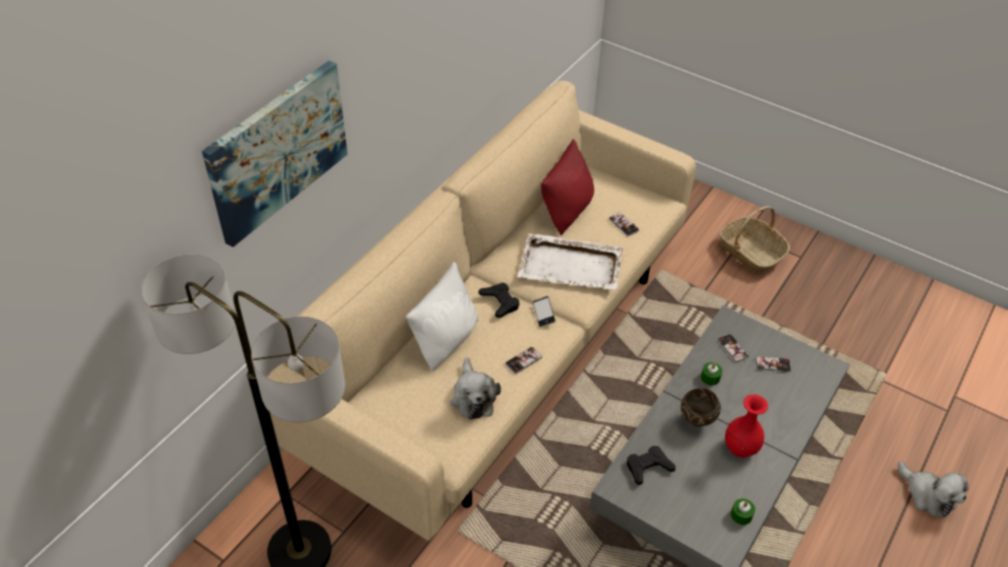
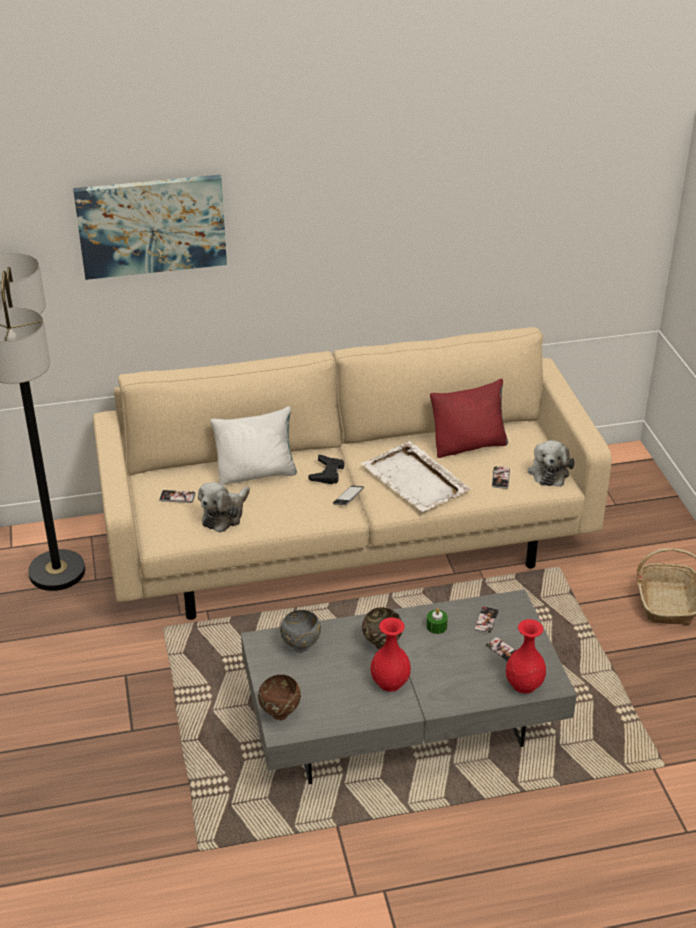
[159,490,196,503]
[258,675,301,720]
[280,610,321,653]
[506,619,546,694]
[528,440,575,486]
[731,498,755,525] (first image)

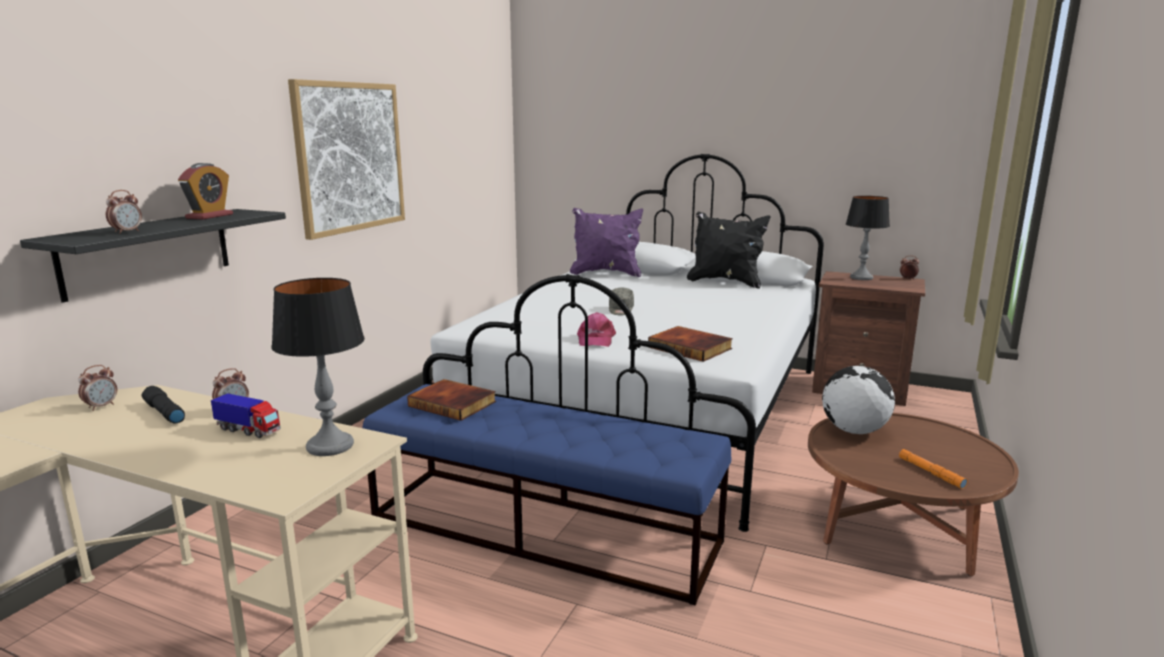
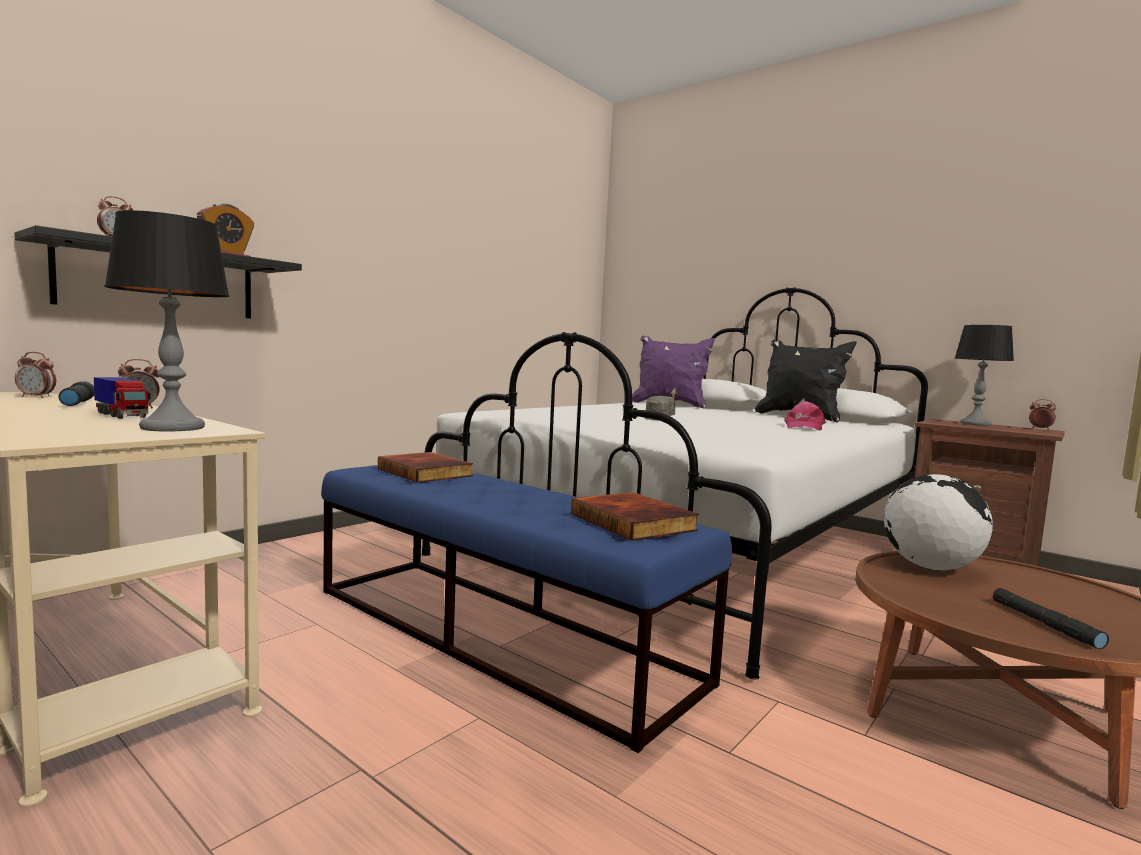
[15,352,56,398]
[571,492,699,541]
[784,401,826,431]
[993,588,1109,649]
[288,79,405,240] (first image)

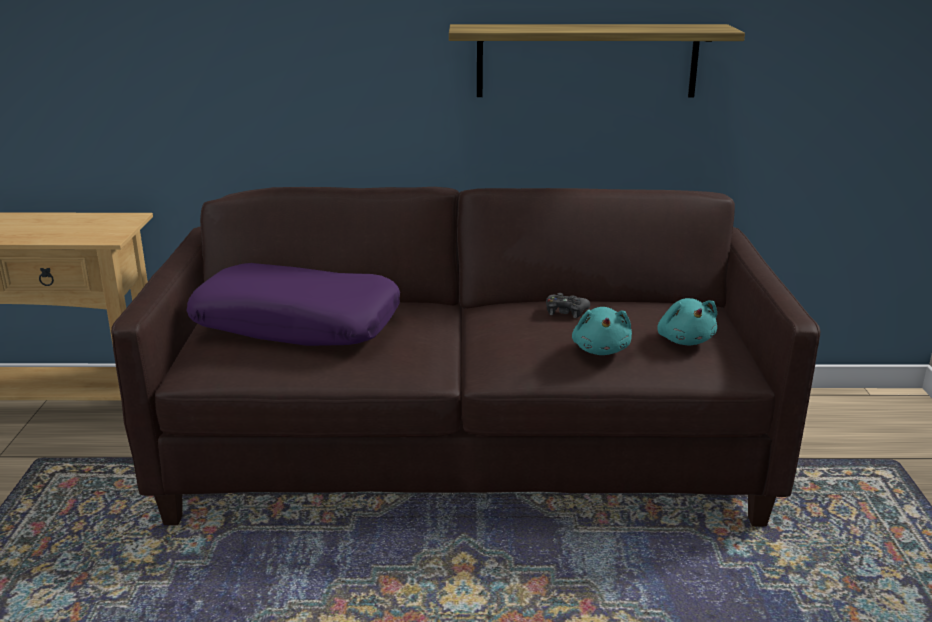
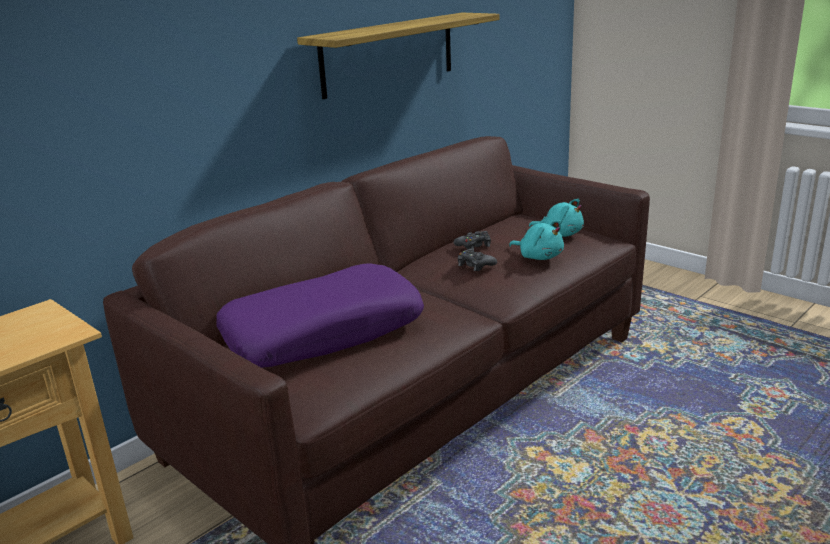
[458,249,497,271]

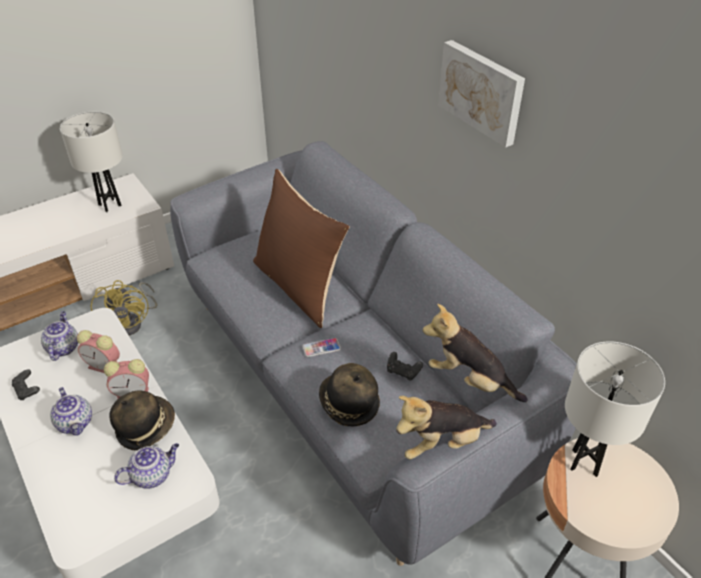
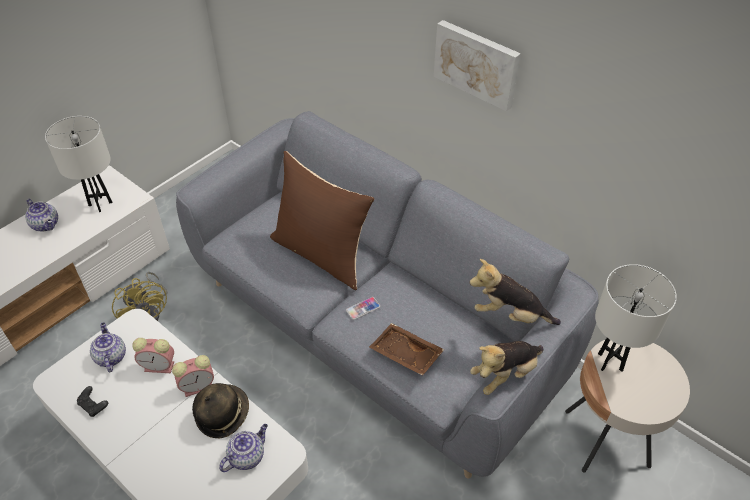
[25,199,58,232]
[369,323,445,376]
[387,352,423,381] (first image)

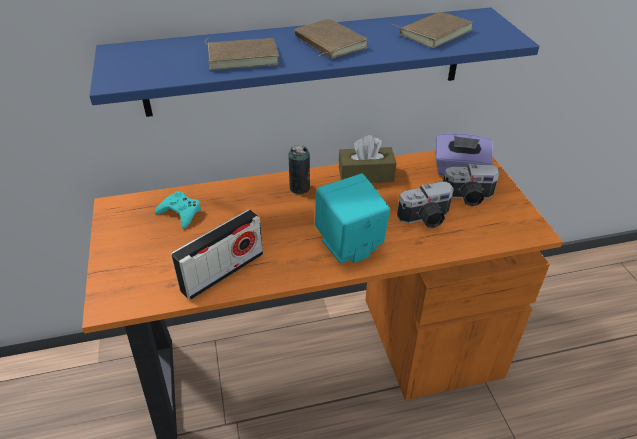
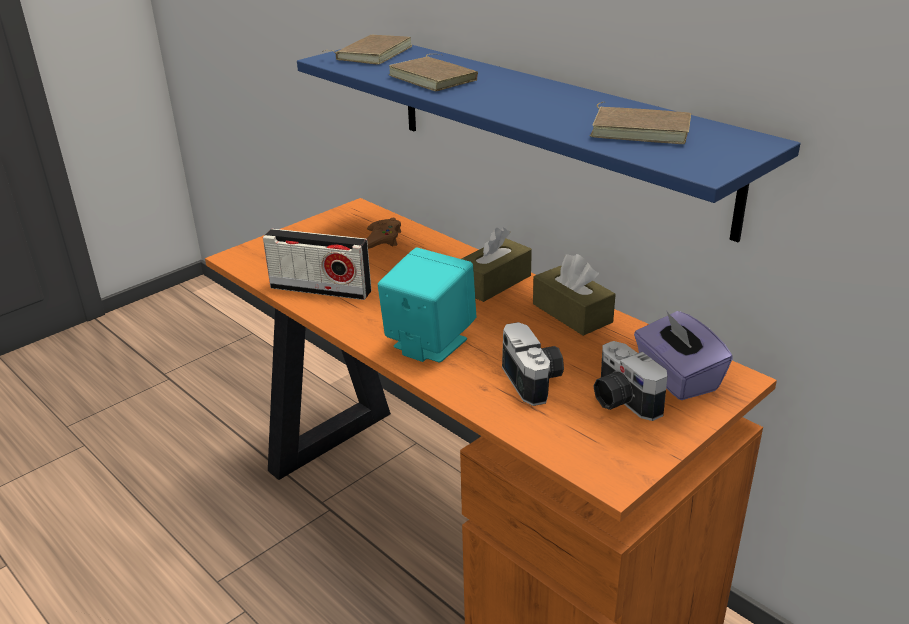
[322,35,412,65]
[367,218,401,249]
[461,228,532,302]
[502,322,564,406]

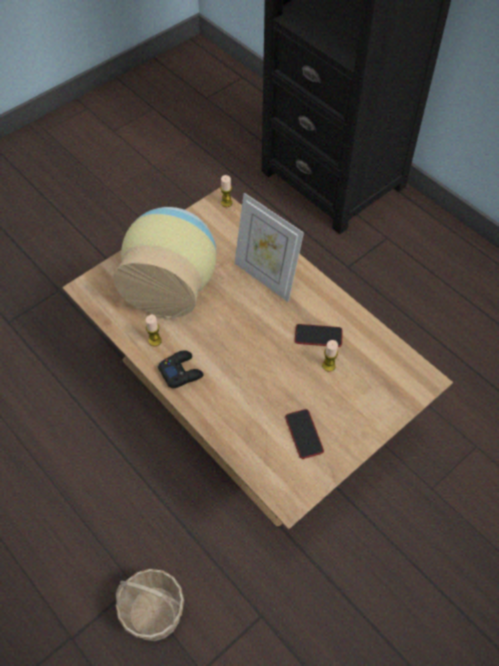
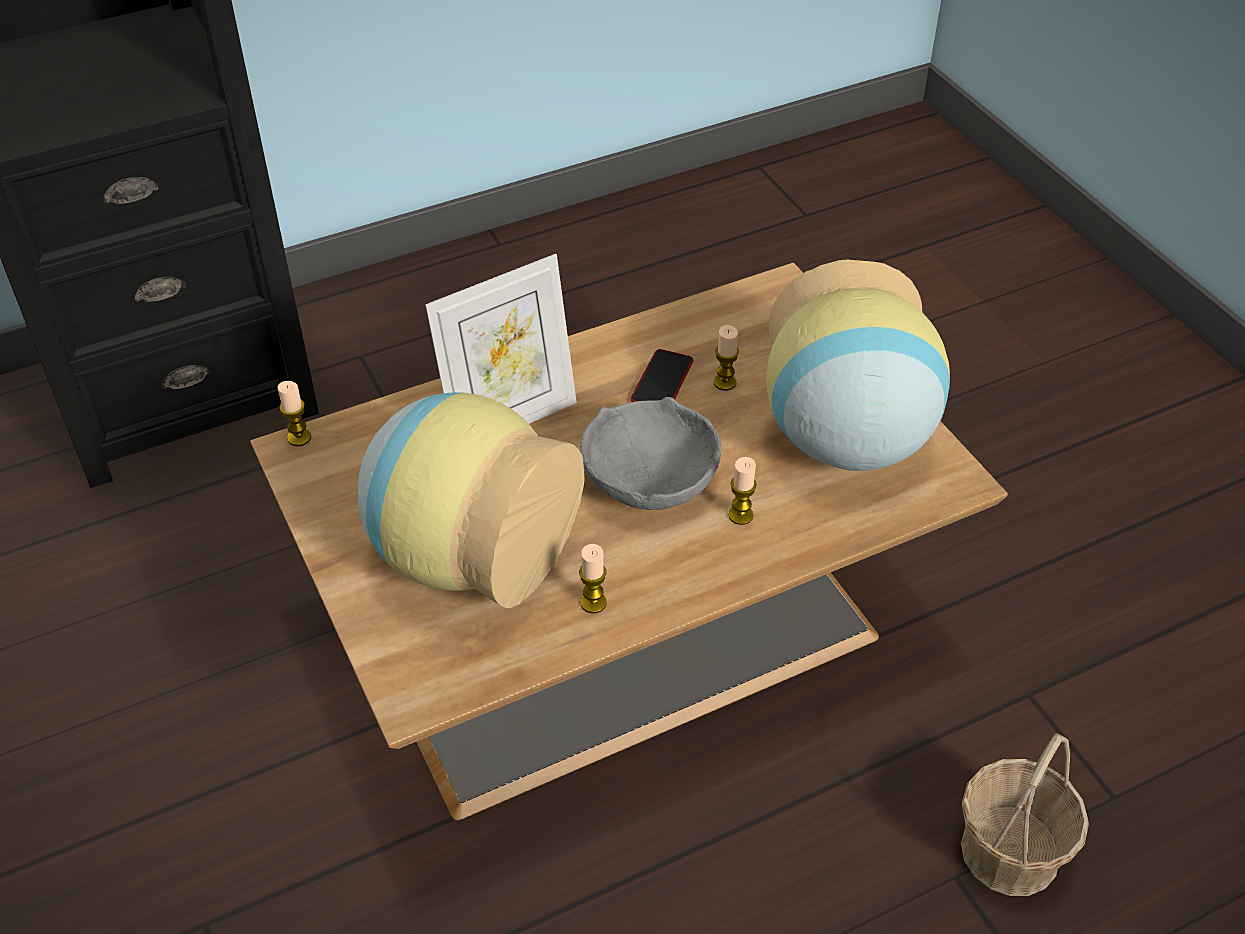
[580,397,721,510]
[728,457,757,525]
[766,260,950,471]
[158,351,203,388] (first image)

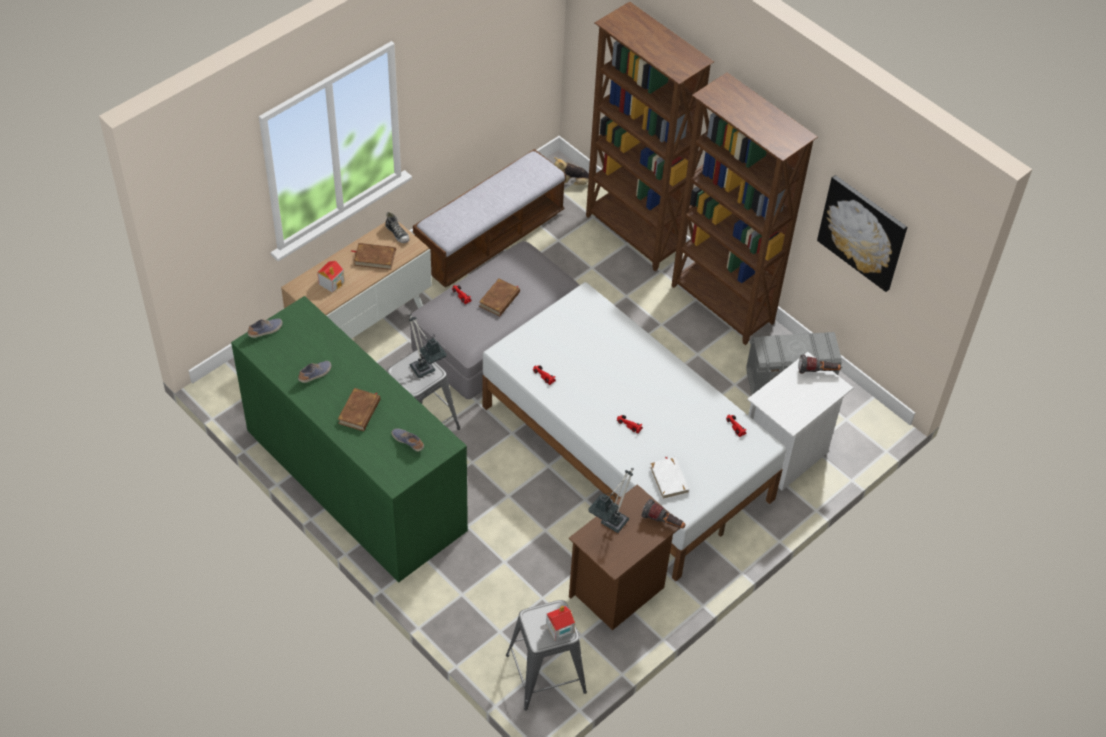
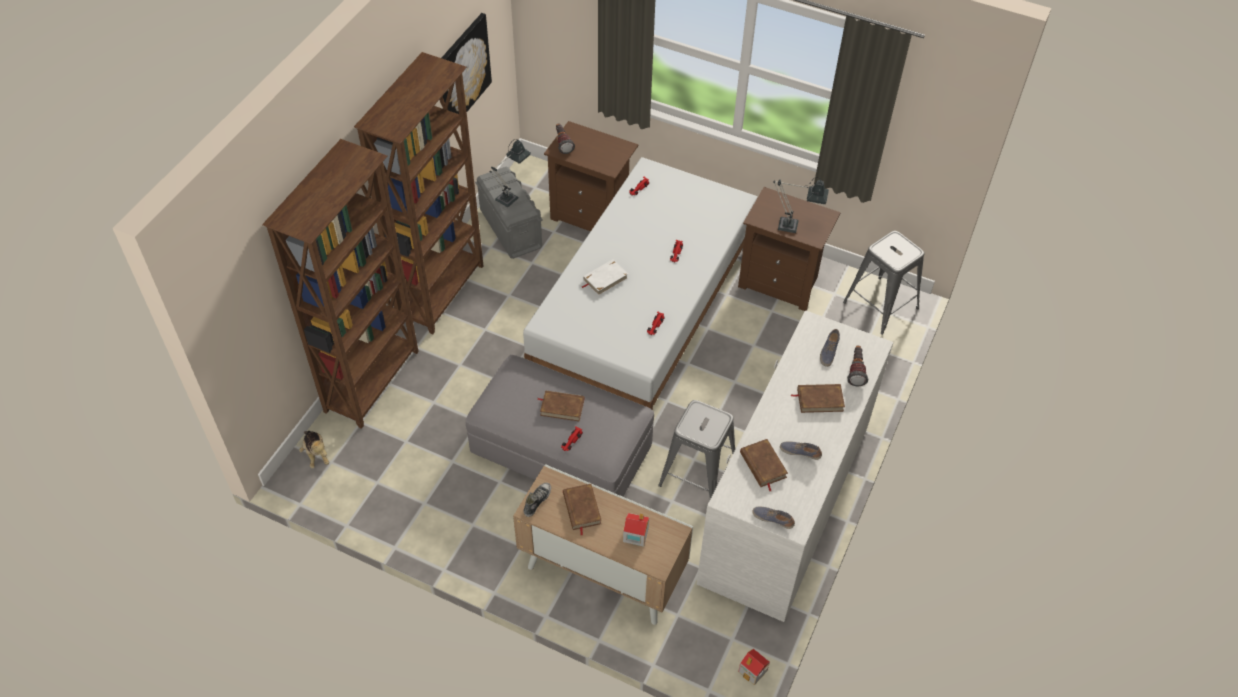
[490,139,531,207]
[544,121,638,231]
[582,259,628,296]
[697,310,893,622]
[738,649,770,685]
[740,439,788,492]
[847,345,868,386]
[413,149,566,288] (first image)

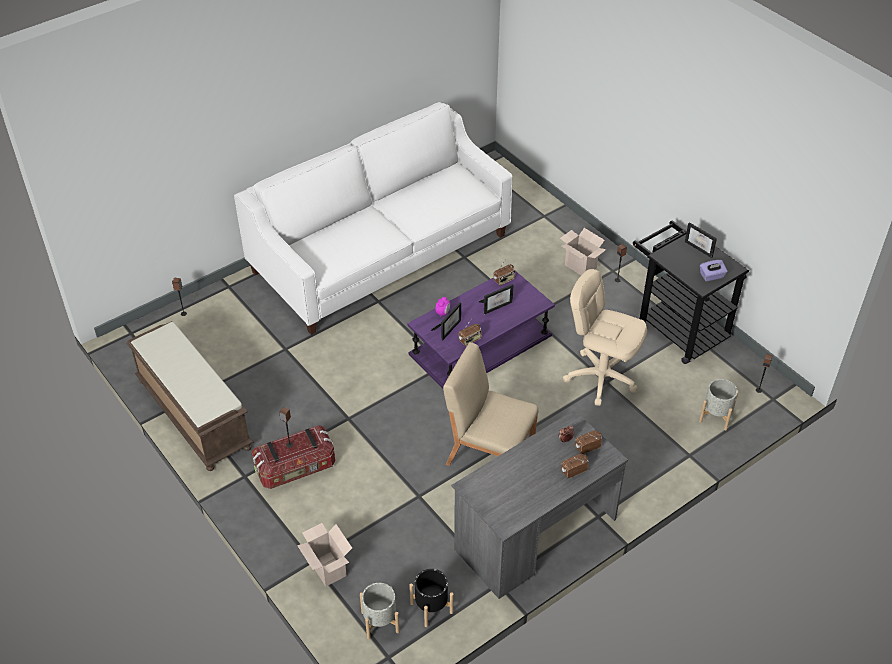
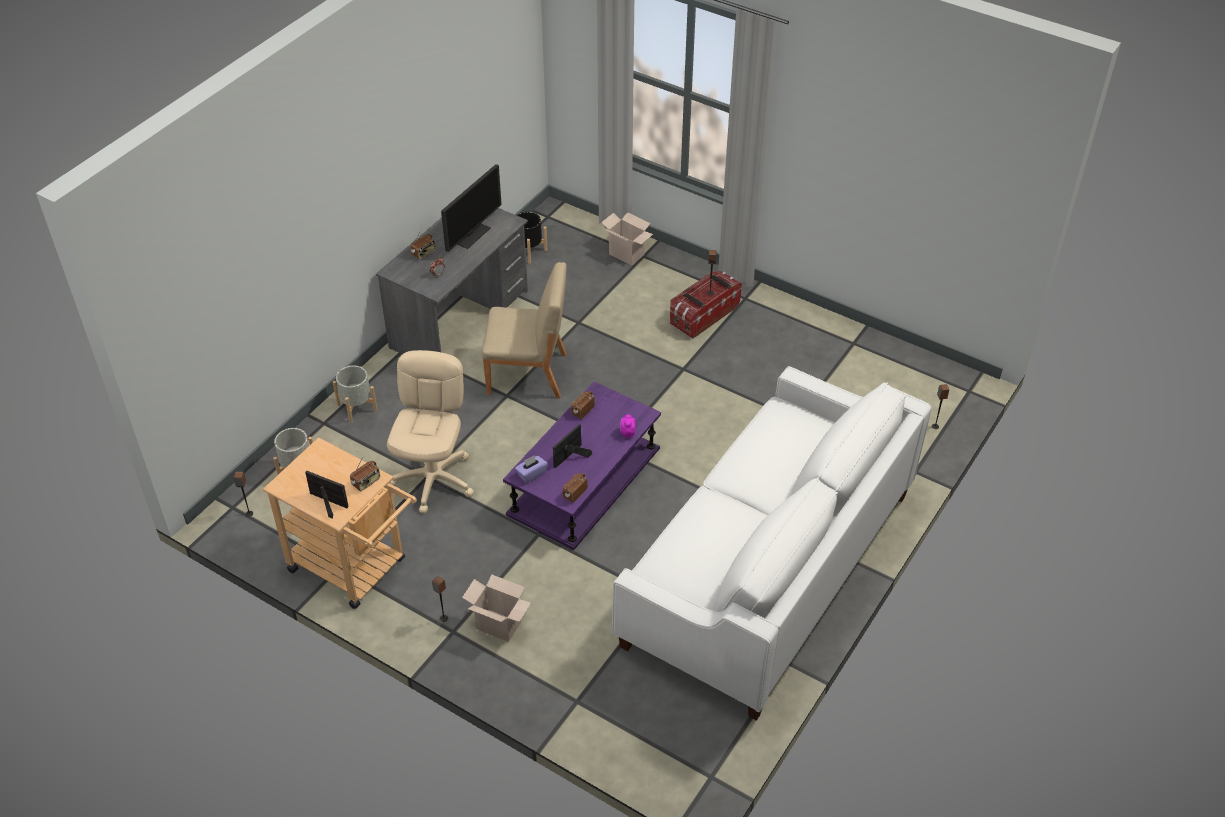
[263,437,417,609]
[333,365,378,423]
[350,457,380,492]
[387,350,474,514]
[441,164,502,252]
[515,455,548,484]
[127,321,253,471] (first image)
[431,302,461,340] (first image)

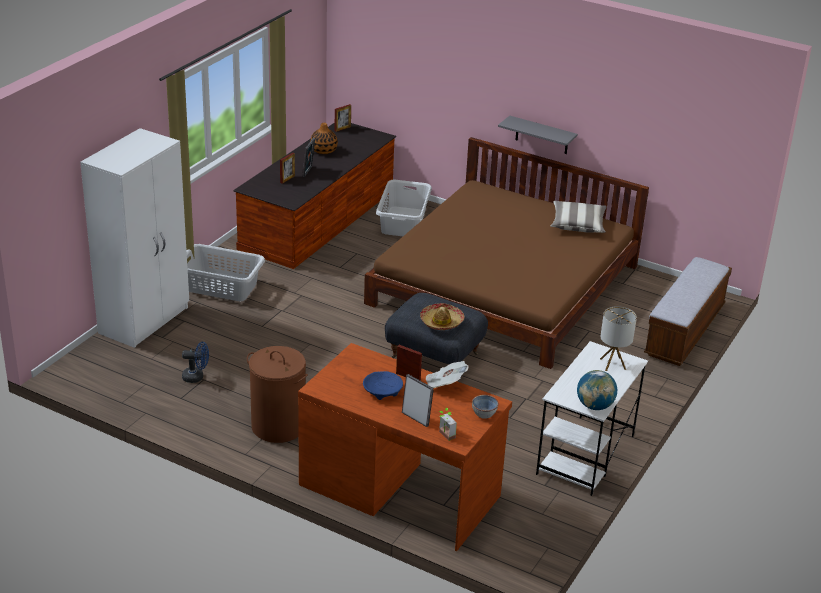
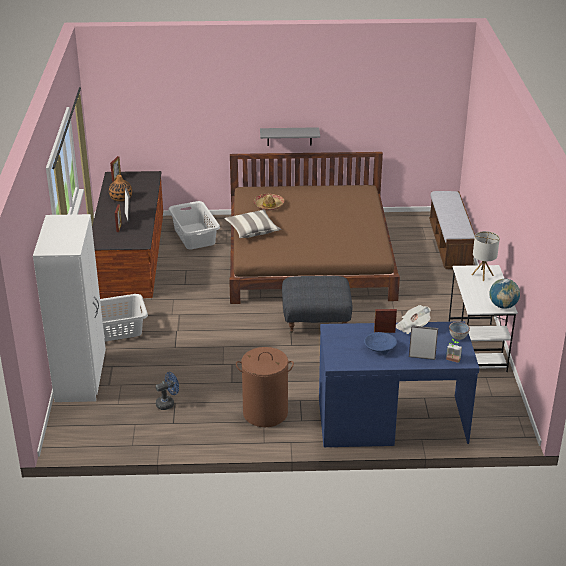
[224,209,281,238]
[254,194,285,210]
[319,321,480,447]

